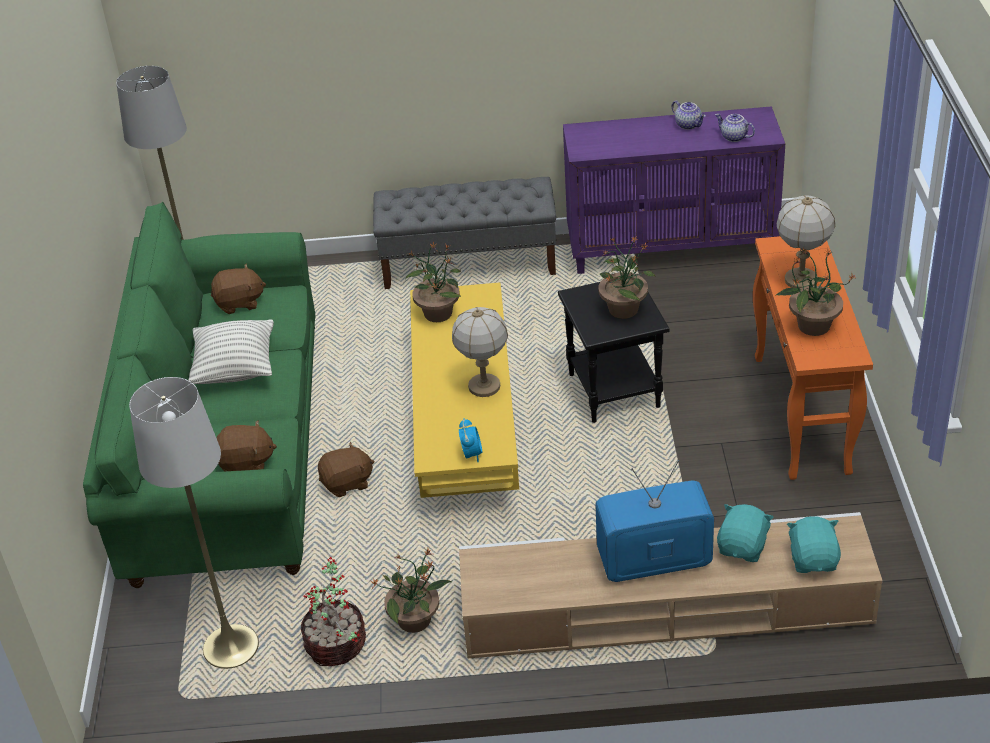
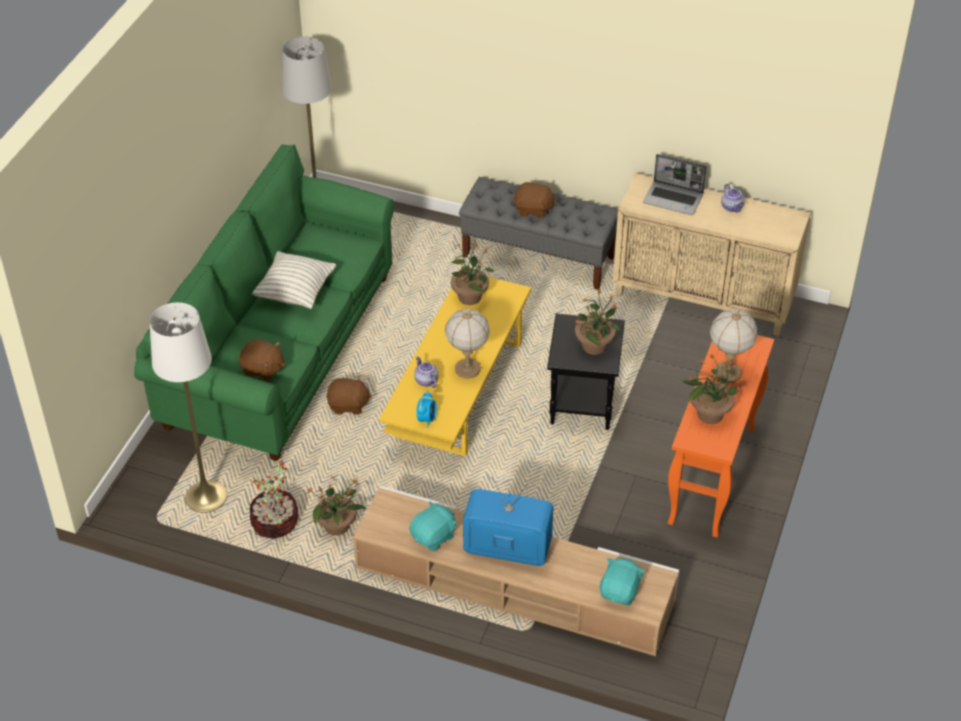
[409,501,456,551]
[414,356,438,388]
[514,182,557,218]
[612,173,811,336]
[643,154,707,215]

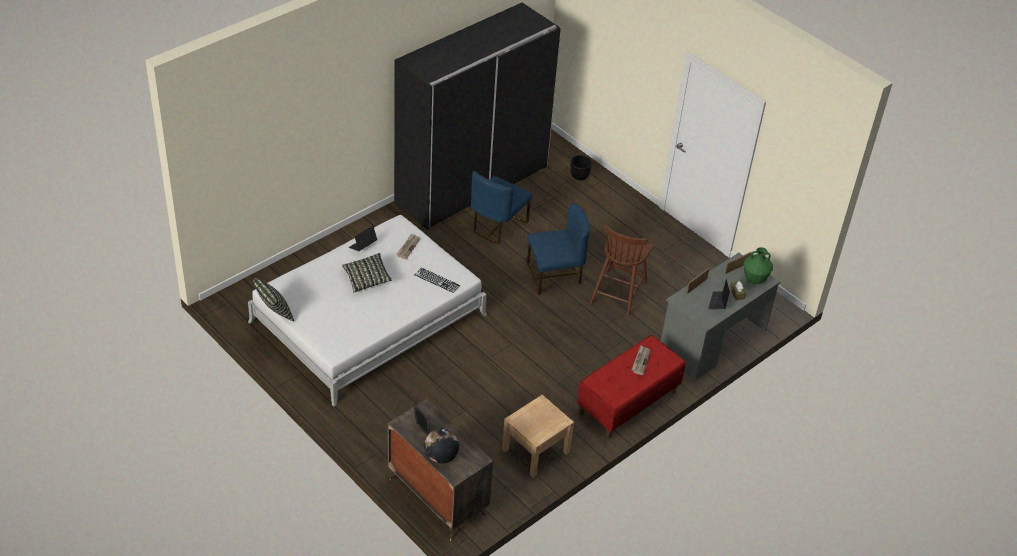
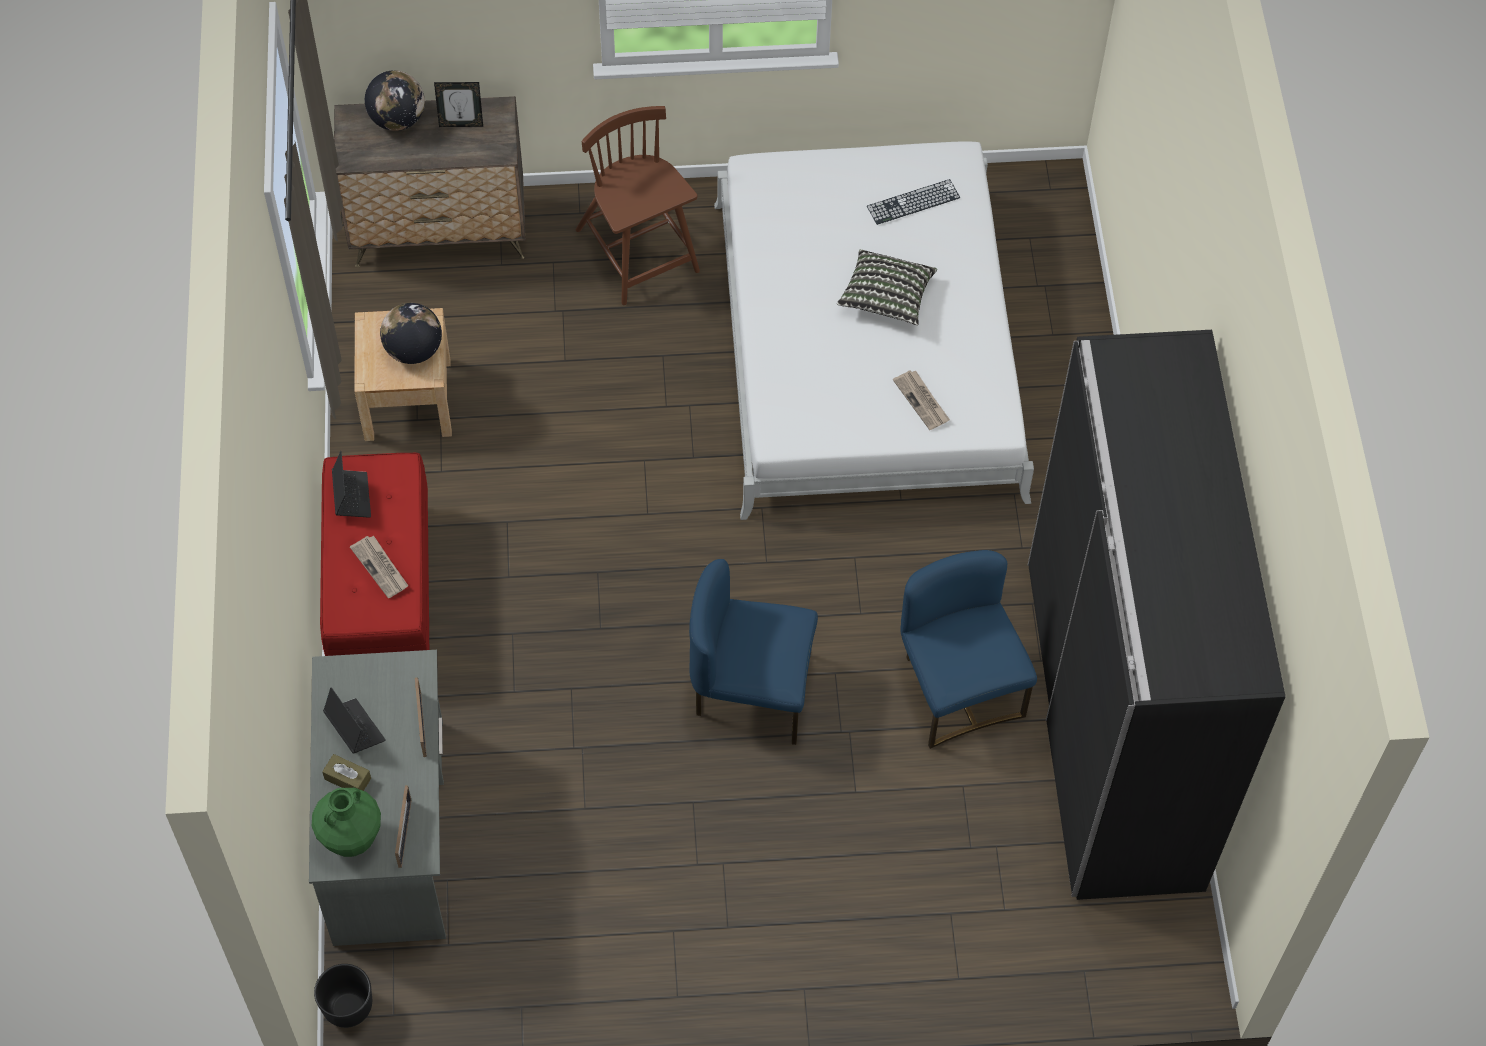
[314,964,372,1028]
[332,451,371,518]
[380,303,442,364]
[575,106,700,305]
[689,559,818,745]
[867,179,960,225]
[253,278,294,321] (first image)

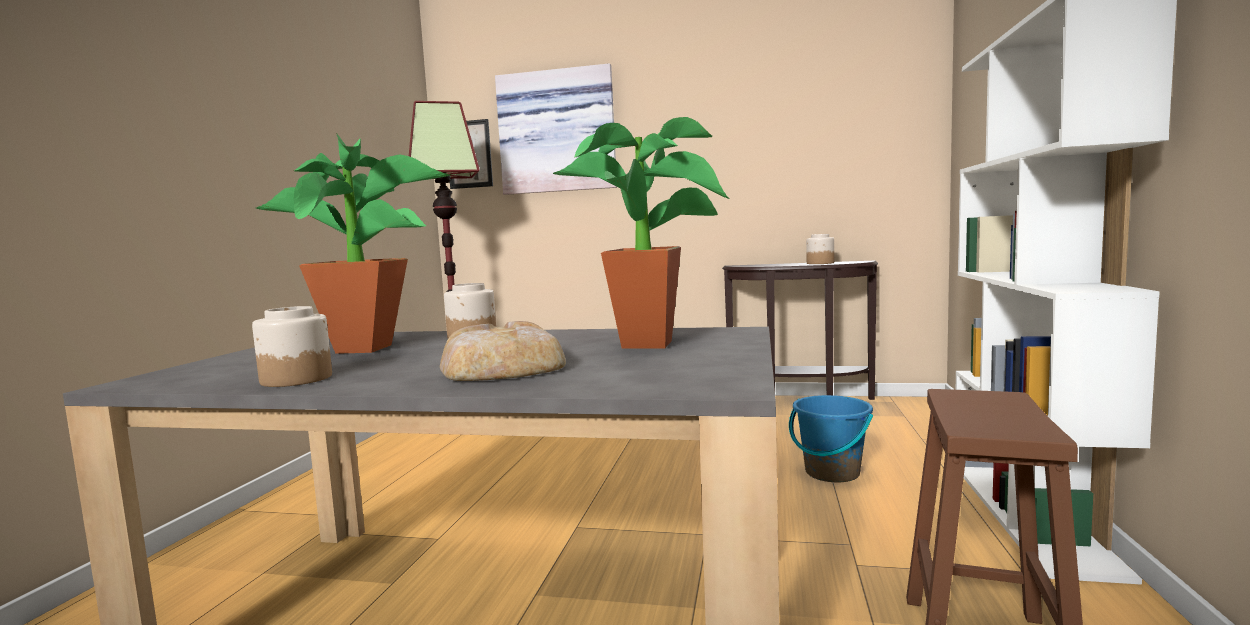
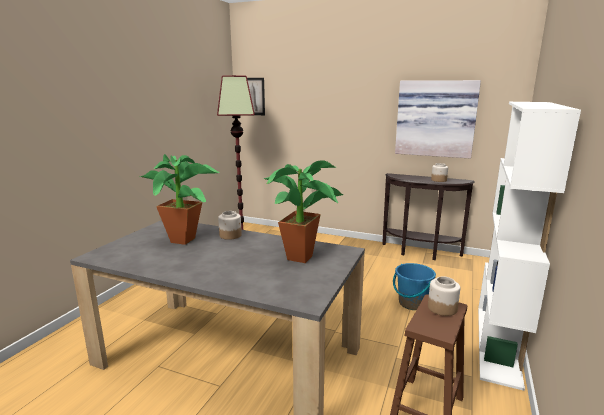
[395,80,481,159]
[428,276,460,316]
[440,321,566,381] (first image)

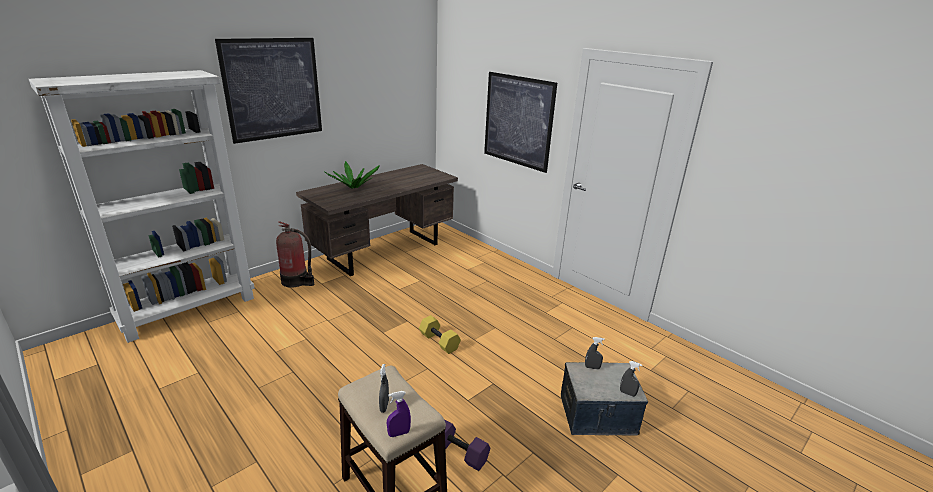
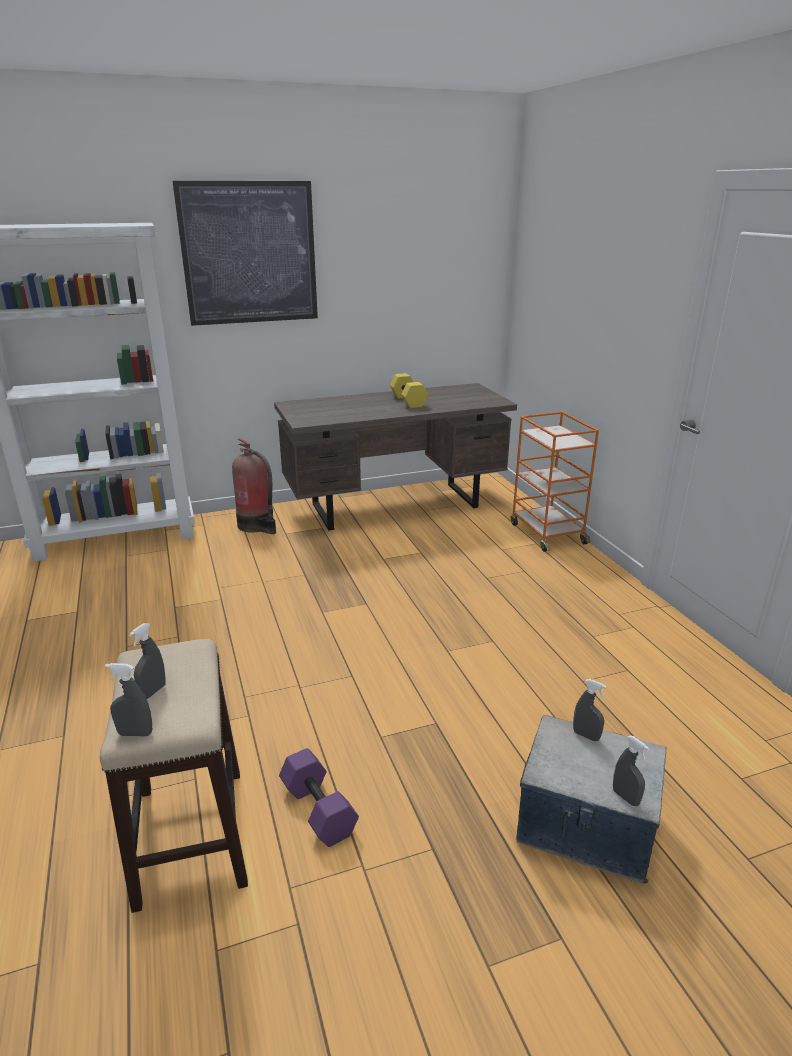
[105,663,152,736]
[390,373,428,408]
[511,412,599,552]
[324,161,380,189] (first image)
[484,72,557,173] (first image)

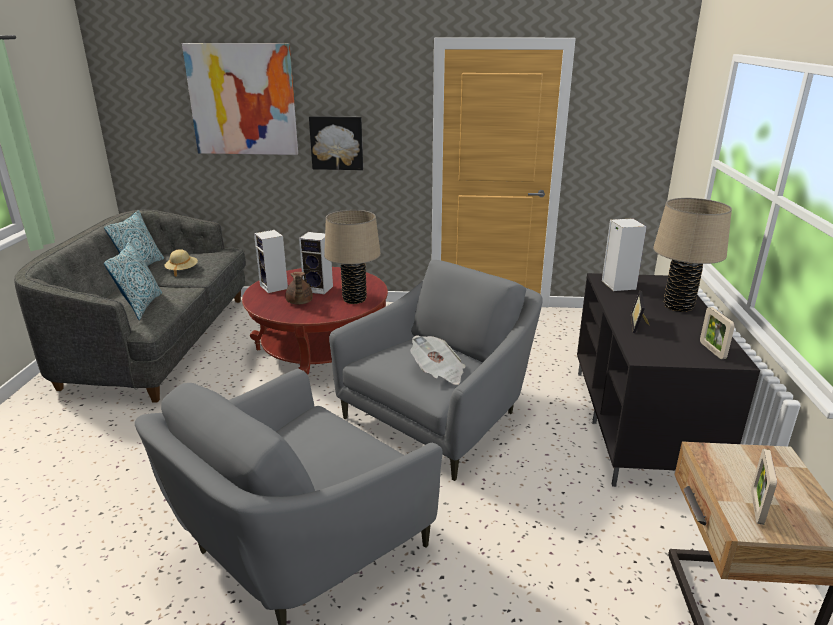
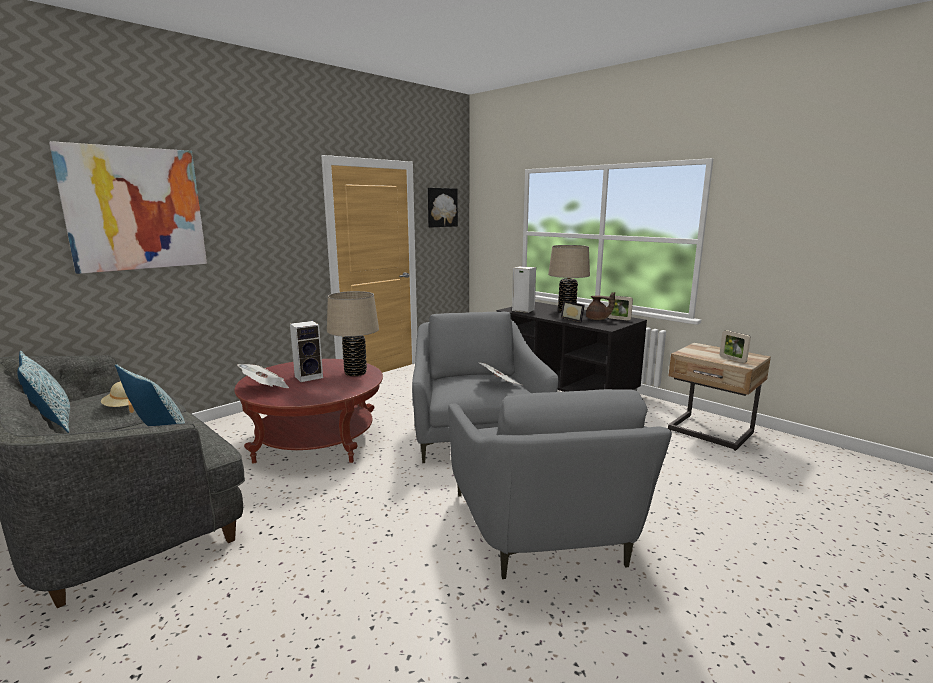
[237,364,289,388]
[428,188,458,228]
[586,292,615,320]

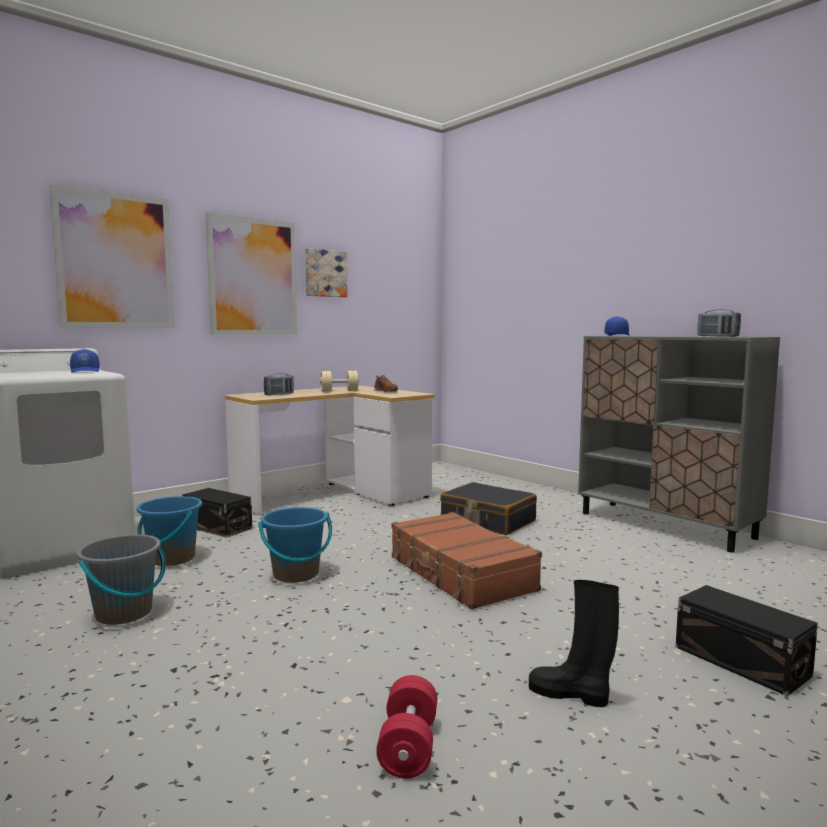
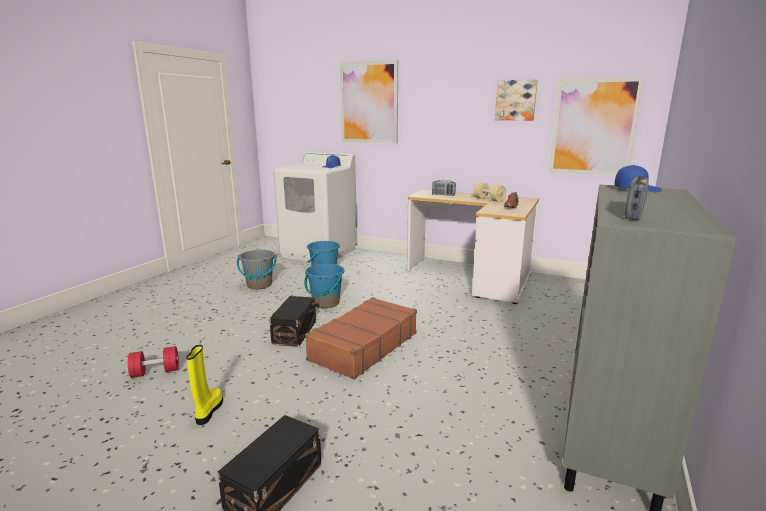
[186,345,223,425]
[269,296,316,347]
[549,77,644,176]
[440,482,537,535] (first image)

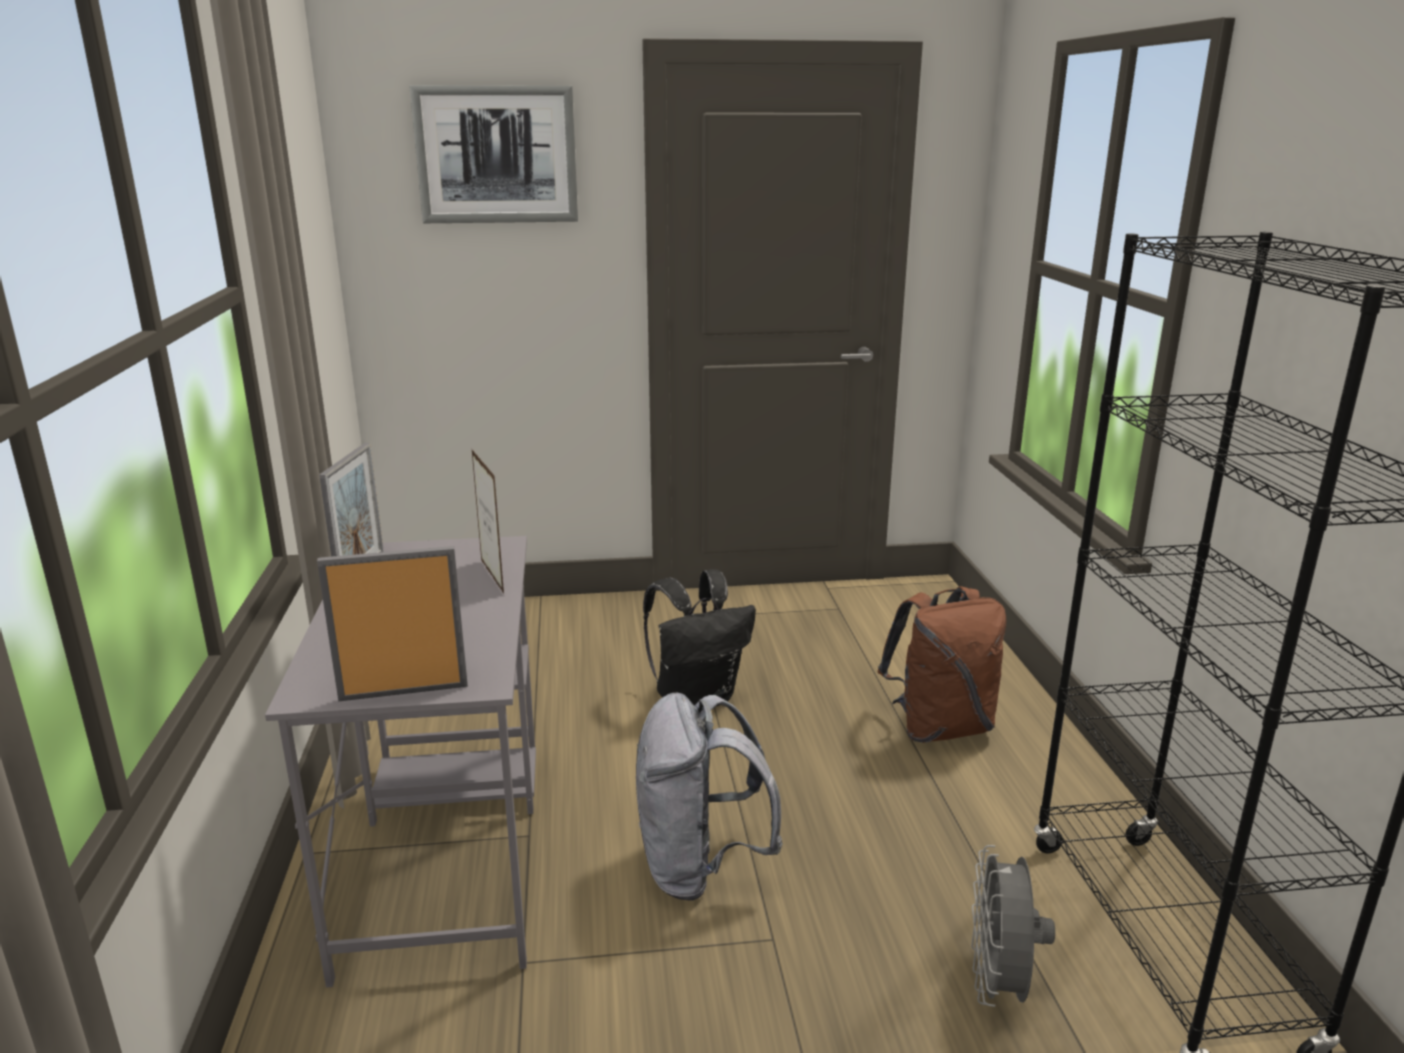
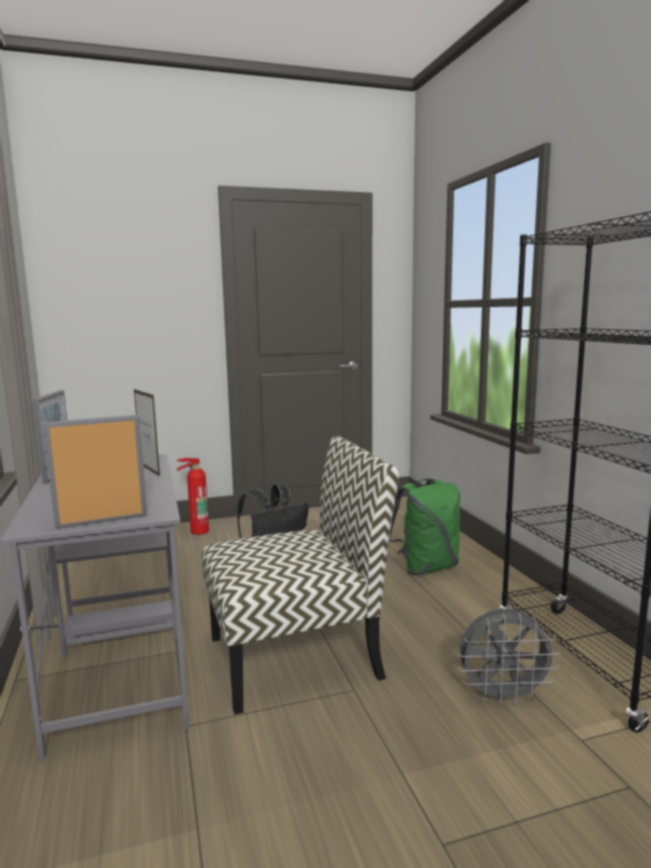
[177,458,209,535]
[202,436,399,715]
[389,478,460,575]
[458,609,560,706]
[409,85,578,223] (first image)

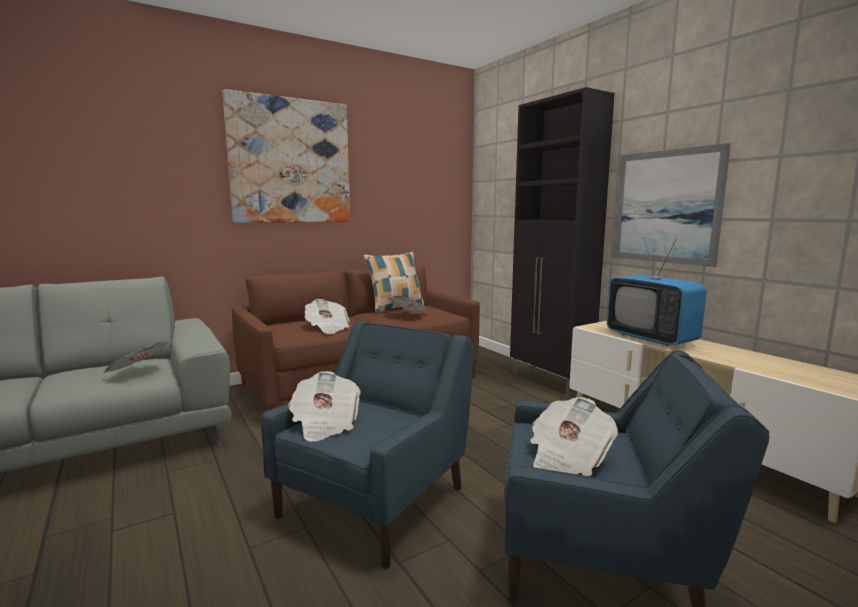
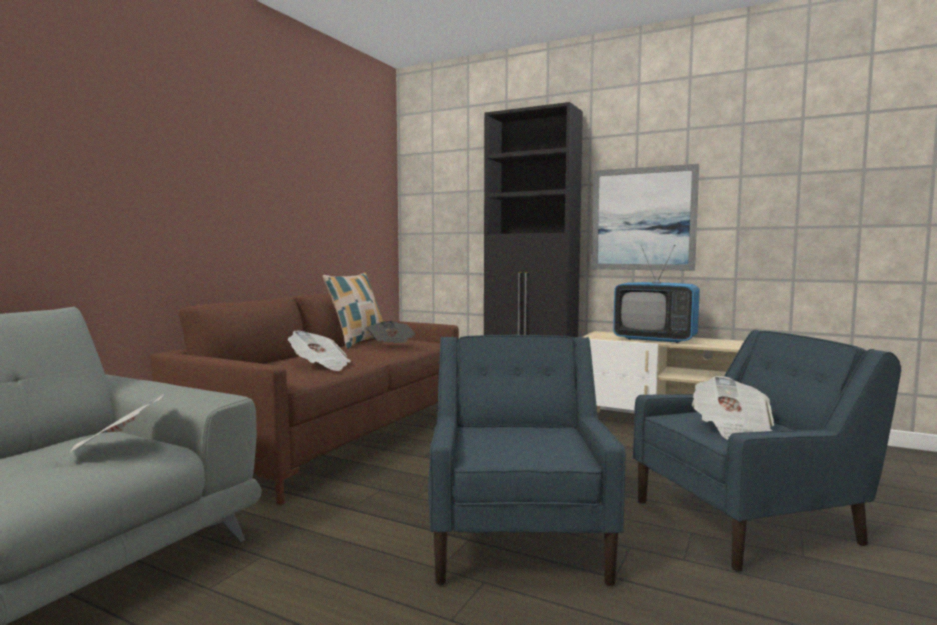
[222,89,350,223] (first image)
[288,371,361,442] (first image)

